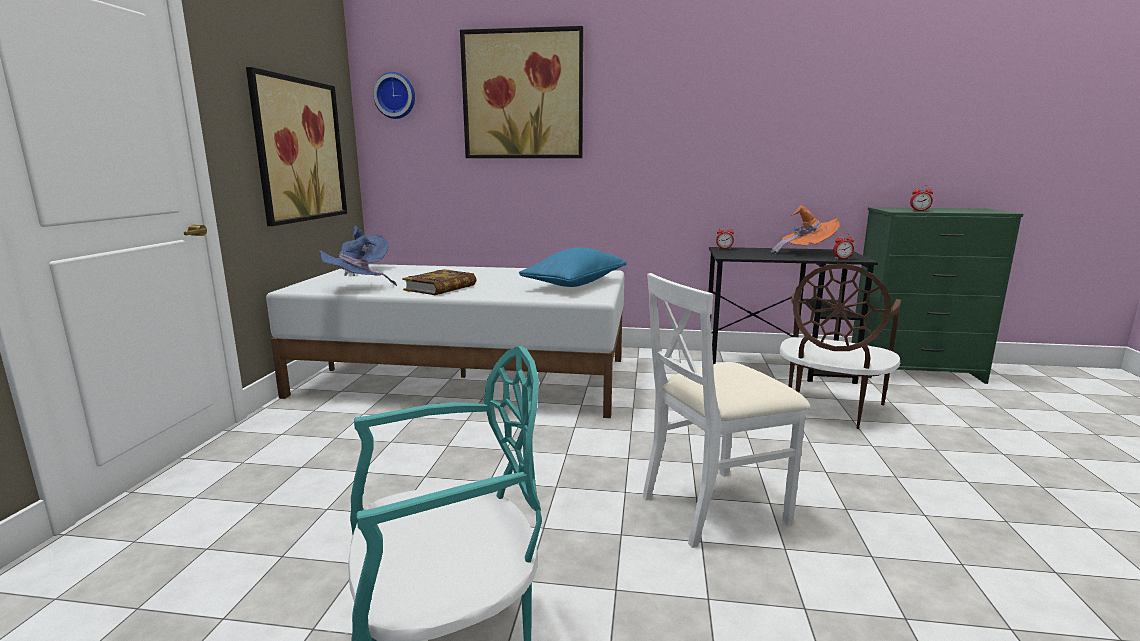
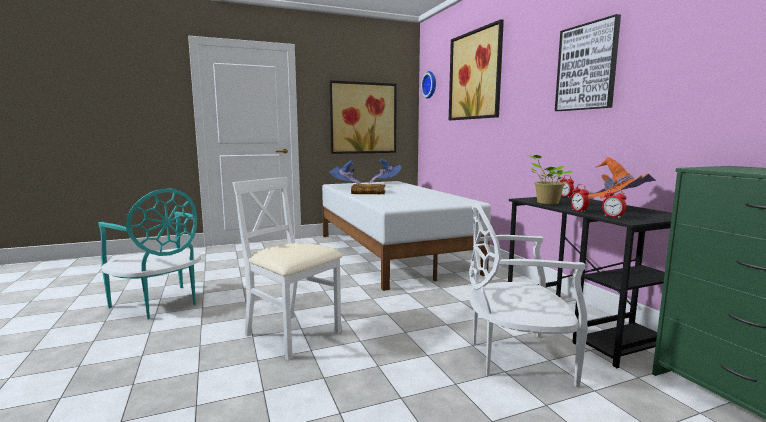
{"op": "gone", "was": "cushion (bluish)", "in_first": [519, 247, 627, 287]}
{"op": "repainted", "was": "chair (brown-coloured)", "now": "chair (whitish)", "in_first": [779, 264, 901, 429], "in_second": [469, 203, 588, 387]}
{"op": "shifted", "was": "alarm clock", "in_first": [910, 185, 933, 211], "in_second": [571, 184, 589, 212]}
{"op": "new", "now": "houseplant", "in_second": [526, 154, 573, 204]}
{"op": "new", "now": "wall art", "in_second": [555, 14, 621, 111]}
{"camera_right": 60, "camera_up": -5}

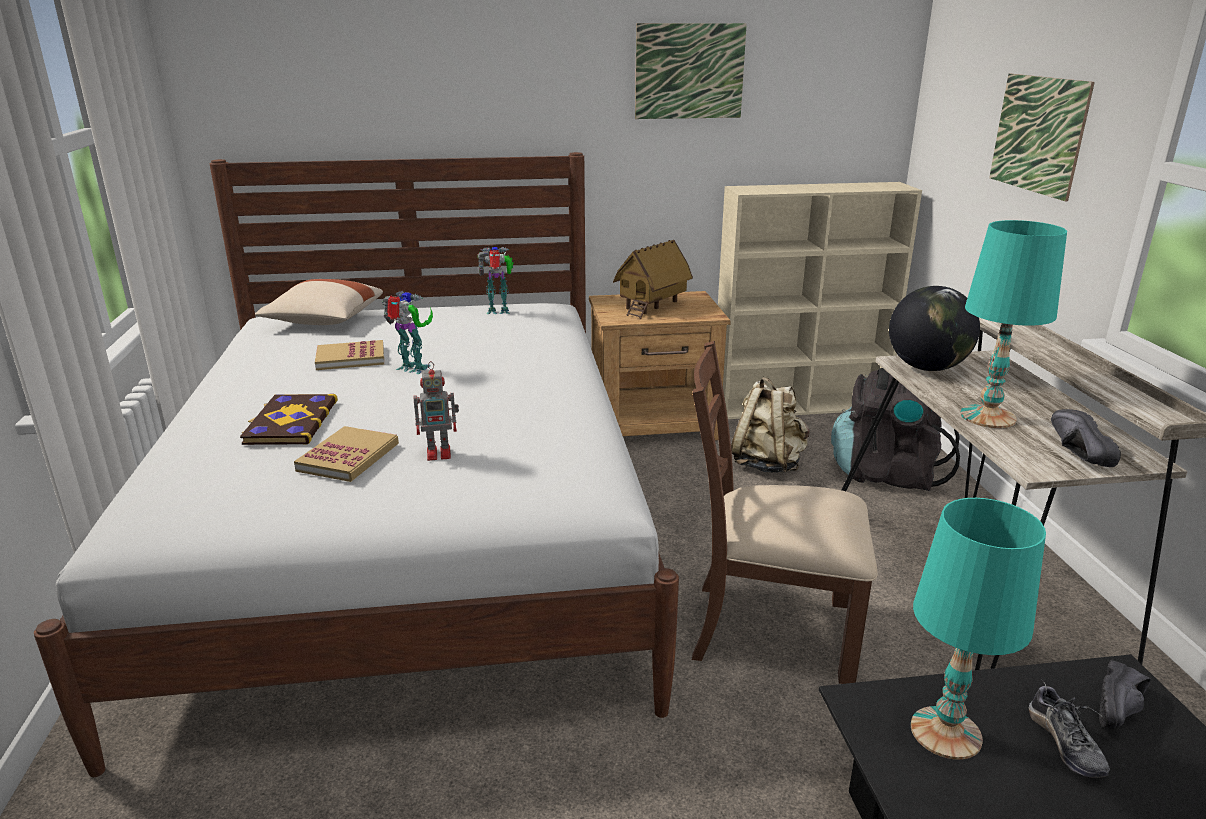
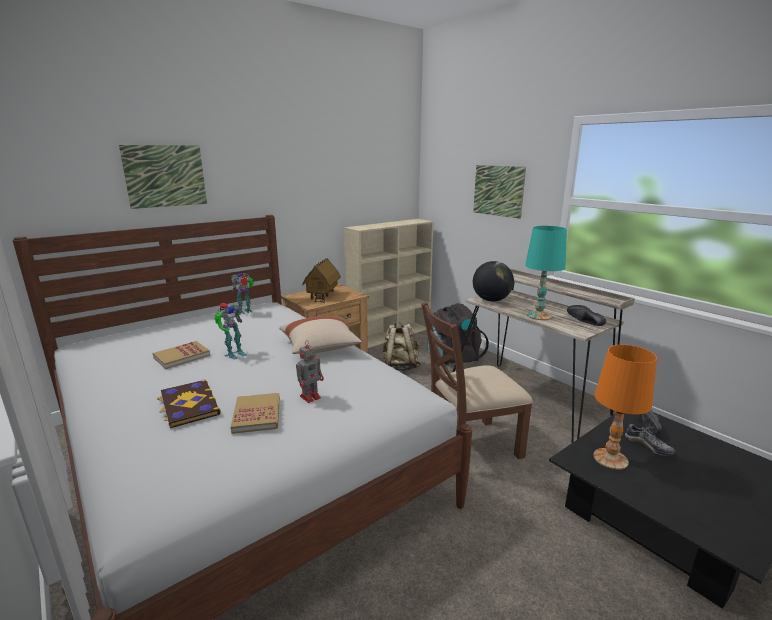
{"op": "shifted", "was": "cushion (beige-coloured)", "in_first": [255, 279, 383, 325], "in_second": [279, 316, 362, 354]}
{"op": "rotated", "was": "toy robot", "in_first": [382, 291, 433, 374], "in_second": [214, 303, 246, 359], "clockwise": 135}
{"op": "shifted", "was": "wall art", "in_first": [635, 23, 747, 119], "in_second": [119, 145, 207, 209]}
{"op": "repainted", "was": "table lamp (blue-green)", "now": "table lamp (orange)", "in_first": [911, 498, 1046, 760], "in_second": [593, 345, 657, 470]}
{"camera_right": -30, "camera_up": -5}

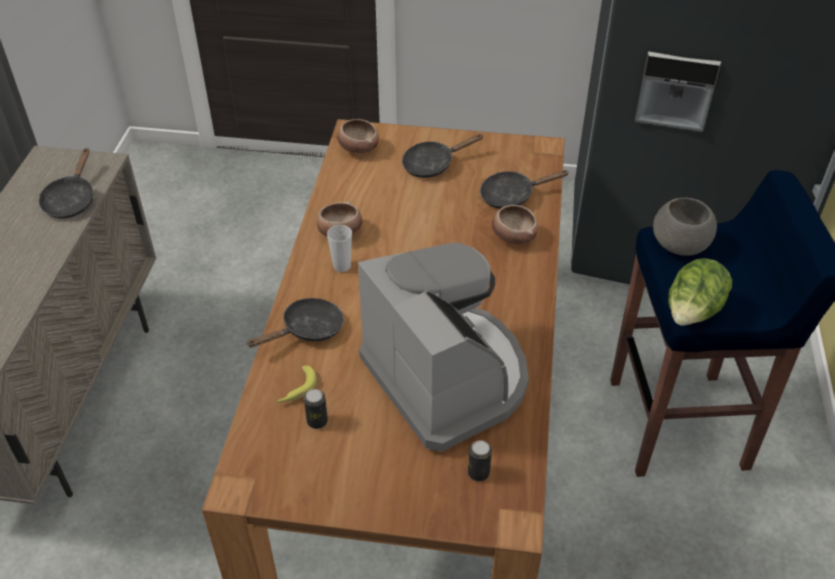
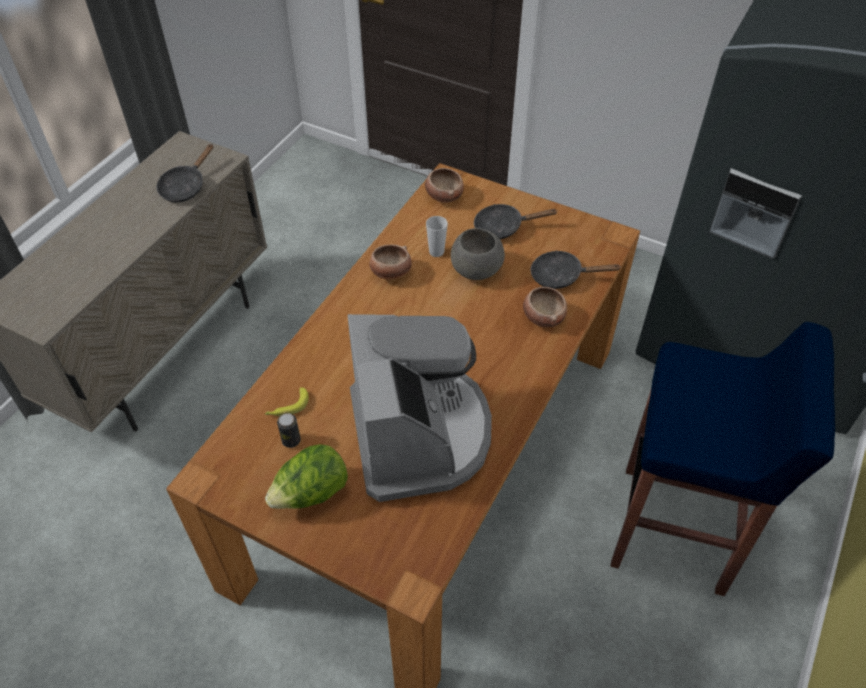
{"op": "gone", "was": "pan (black)", "in_first": [246, 298, 344, 348]}
{"op": "shifted", "was": "cup", "in_first": [327, 225, 352, 272], "in_second": [426, 216, 448, 257]}
{"op": "gone", "was": "can", "in_first": [468, 440, 492, 481]}
{"op": "shifted", "was": "deep dish (greyish)", "in_first": [653, 198, 717, 256], "in_second": [451, 228, 505, 280]}
{"op": "shifted", "was": "lettuce head", "in_first": [669, 258, 732, 325], "in_second": [265, 444, 348, 509]}
{"camera_right": 20, "camera_up": 5}

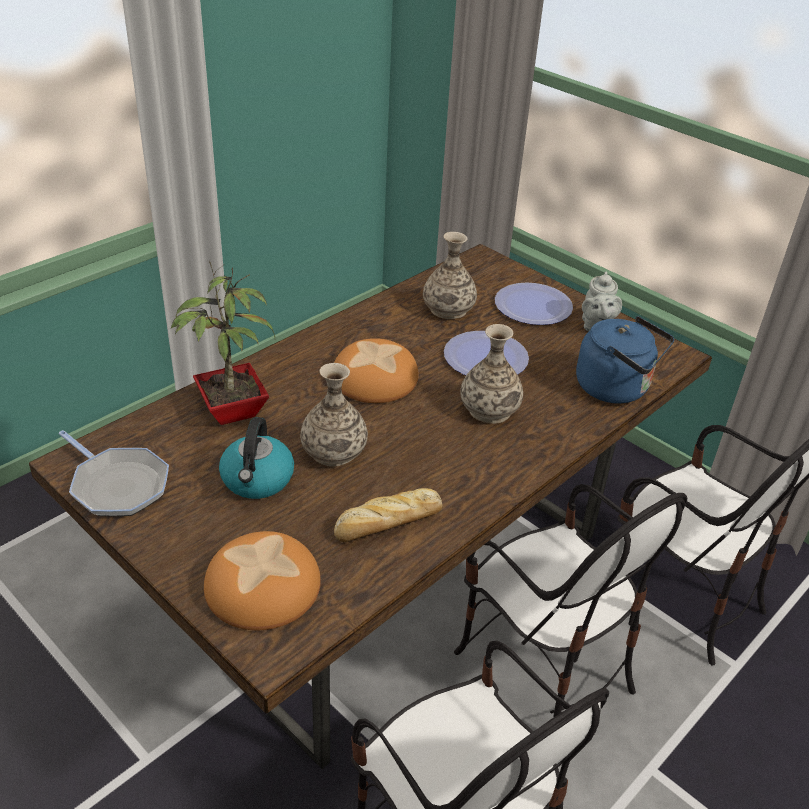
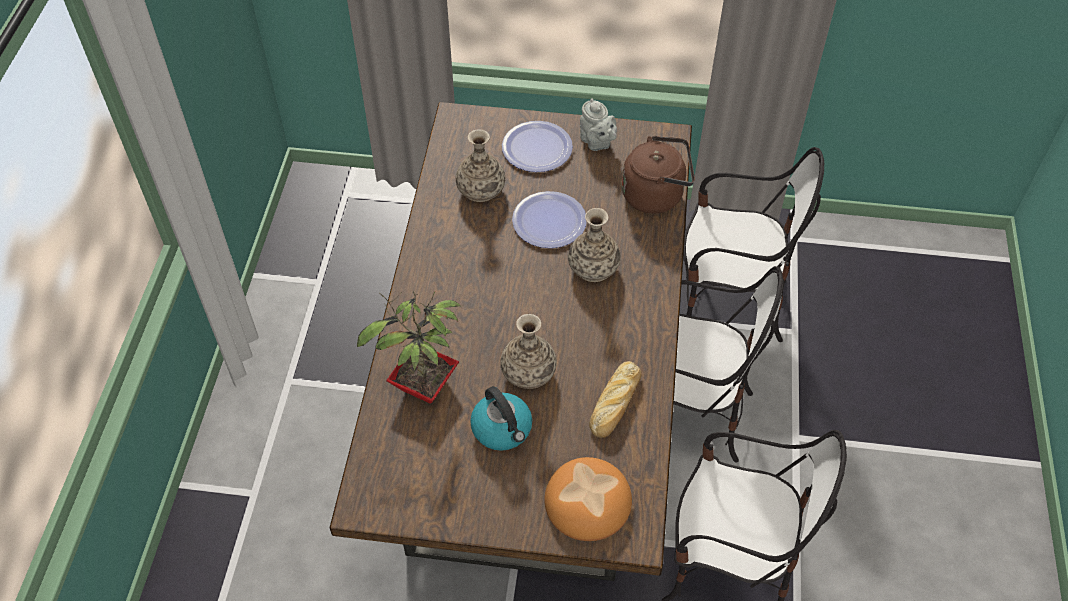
{"op": "gone", "was": "pan", "in_first": [59, 430, 169, 516]}
{"op": "gone", "was": "baked bread", "in_first": [334, 338, 419, 403]}
{"op": "repainted", "was": "tea kettle (bluish)", "now": "tea kettle (brown-coloured)", "in_first": [576, 316, 674, 403], "in_second": [622, 136, 695, 214]}
{"camera_right": -35, "camera_up": 15}

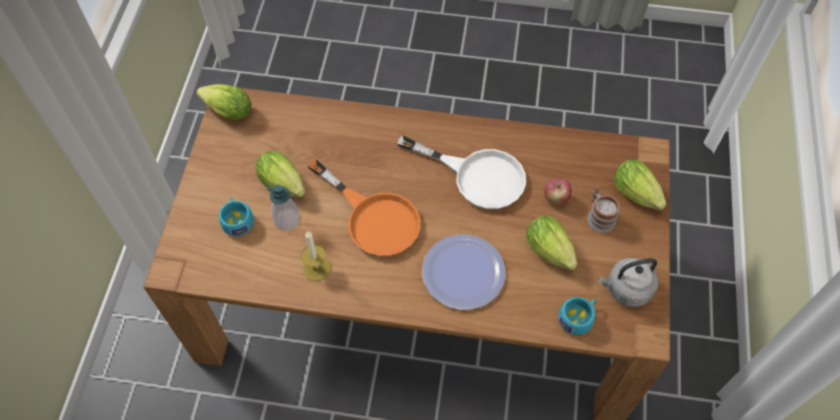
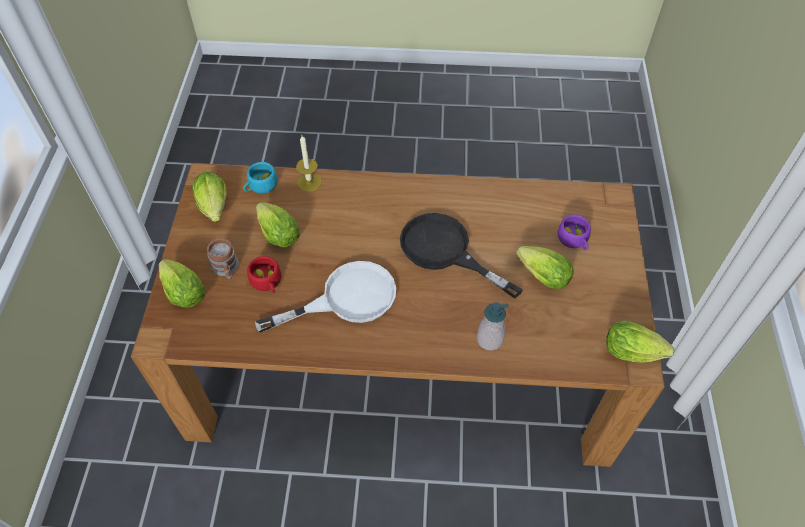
{"op": "repainted", "was": "cup (blue-green)", "now": "cup (purplish)", "in_first": [219, 197, 254, 236], "in_second": [557, 215, 591, 250]}
{"op": "shifted", "was": "soap dispenser", "in_first": [267, 185, 300, 231], "in_second": [477, 302, 509, 351]}
{"op": "shifted", "was": "wax candle", "in_first": [301, 232, 331, 281], "in_second": [296, 135, 322, 192]}
{"op": "repainted", "was": "pan (orange)", "now": "pan (black)", "in_first": [308, 159, 421, 256], "in_second": [400, 213, 523, 299]}
{"op": "rotated", "was": "pan (whitish)", "in_first": [397, 135, 526, 209], "in_second": [255, 261, 396, 332], "clockwise": 135}
{"op": "gone", "was": "flat dish", "in_first": [422, 235, 506, 310]}
{"op": "swapped", "was": "apple fruit", "now": "cup (reddish)", "in_first": [544, 178, 572, 205], "in_second": [247, 256, 281, 293]}
{"op": "swapped", "was": "tea kettle (greyish)", "now": "lettuce head", "in_first": [598, 258, 658, 307], "in_second": [192, 172, 227, 222]}
{"camera_right": 175, "camera_up": -5}

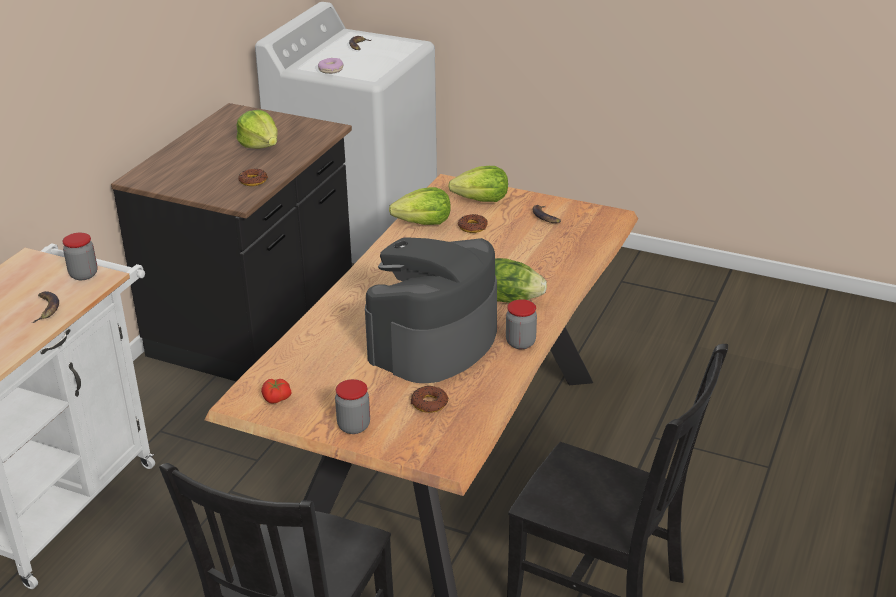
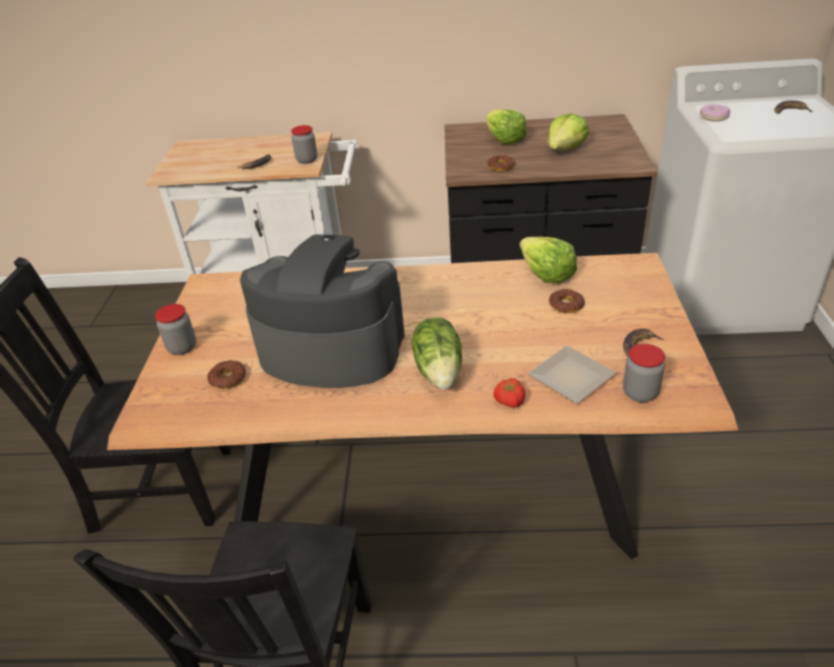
{"op": "shifted", "was": "fresh tomato", "in_first": [261, 379, 292, 404], "in_second": [494, 378, 525, 407]}
{"op": "shifted", "was": "lettuce head", "in_first": [448, 166, 508, 202], "in_second": [486, 109, 527, 144]}
{"op": "shifted", "was": "jar", "in_first": [506, 299, 537, 349], "in_second": [623, 344, 665, 402]}
{"op": "new", "now": "flat dish", "in_second": [528, 346, 616, 404]}
{"camera_right": 70, "camera_up": 5}

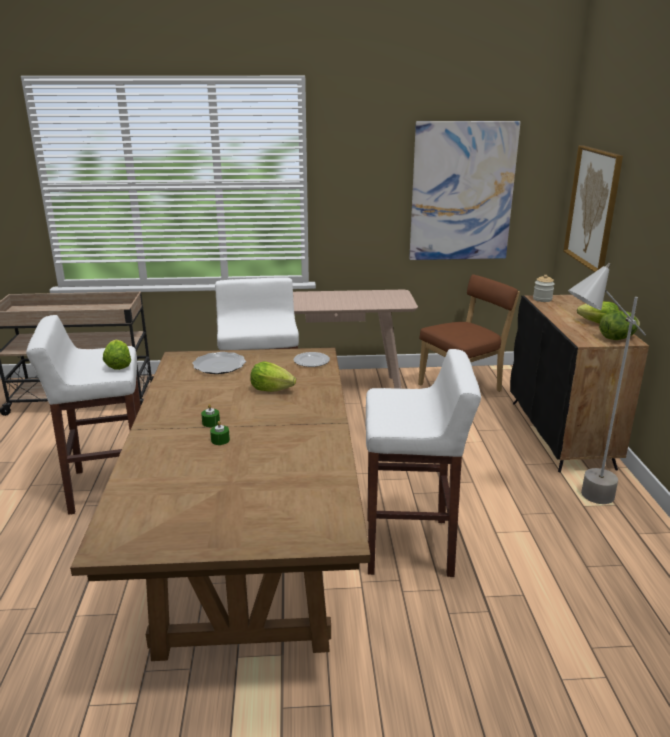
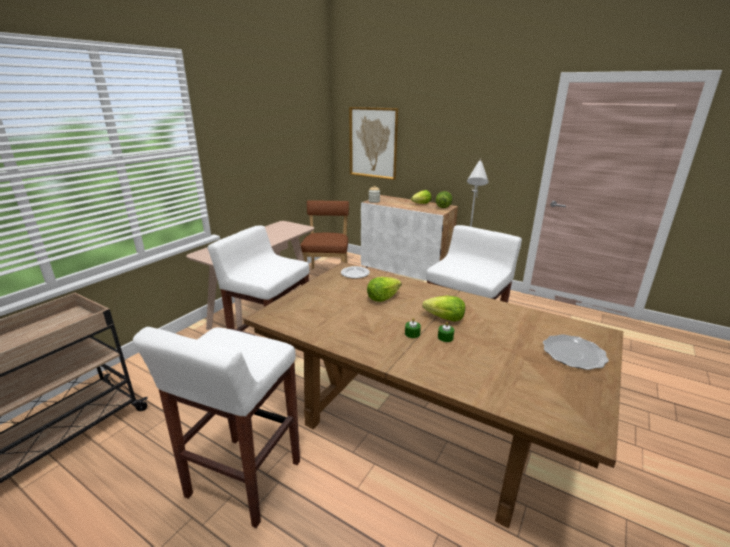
{"op": "shifted", "was": "lettuce head", "in_first": [103, 339, 131, 370], "in_second": [422, 296, 465, 322]}
{"op": "shifted", "was": "flat dish", "in_first": [192, 352, 246, 374], "in_second": [543, 334, 609, 370]}
{"op": "gone", "was": "wall art", "in_first": [409, 121, 521, 260]}
{"op": "repainted", "was": "storage cabinet (black)", "now": "storage cabinet (whitish)", "in_first": [510, 295, 649, 472], "in_second": [361, 195, 458, 281]}
{"camera_right": -55, "camera_up": 0}

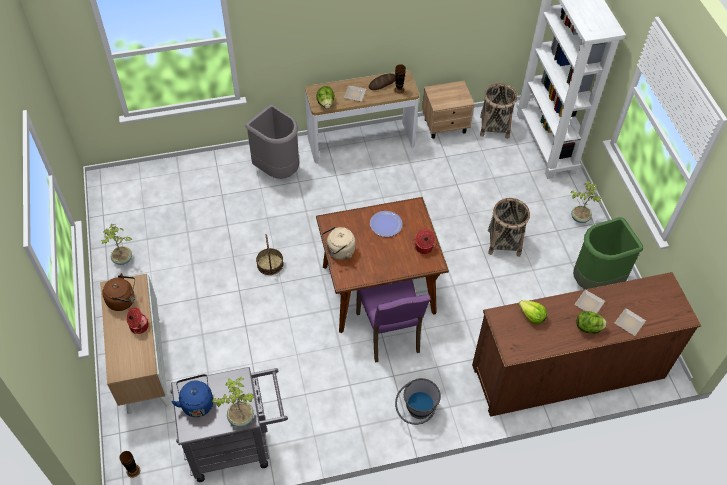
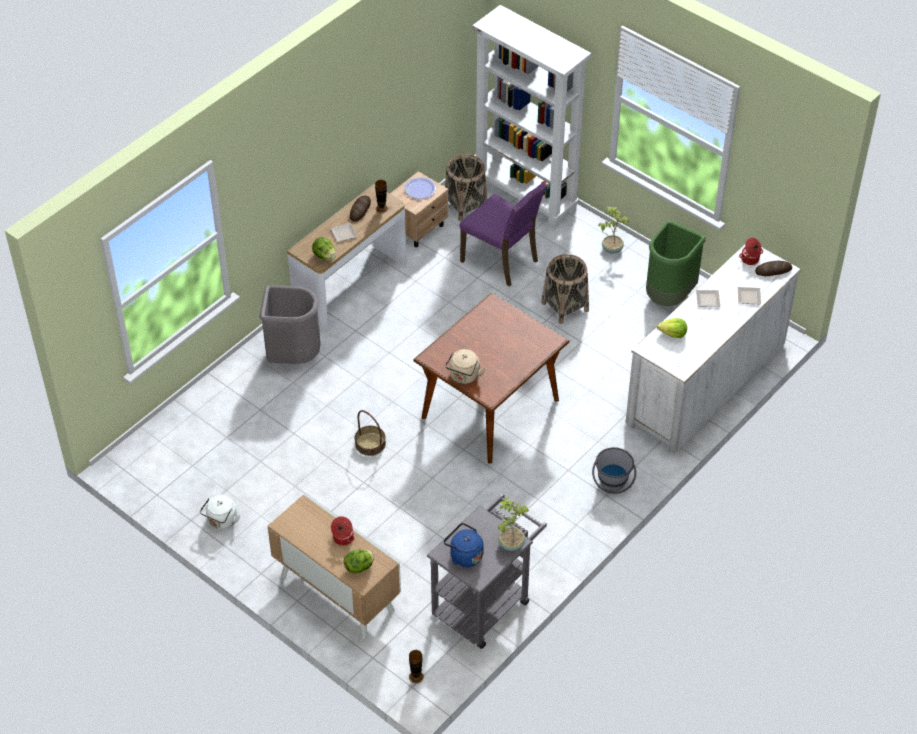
{"op": "swapped", "was": "houseplant", "now": "tea kettle (whitish)", "in_first": [101, 224, 132, 265], "in_second": [200, 495, 240, 529]}
{"op": "gone", "was": "tea kettle (brown-coloured)", "in_first": [102, 273, 135, 311]}
{"op": "shifted", "was": "chair (purplish)", "in_first": [356, 280, 431, 363], "in_second": [460, 183, 547, 287]}
{"op": "shifted", "was": "flat dish", "in_first": [370, 211, 403, 237], "in_second": [404, 177, 436, 199]}
{"op": "shifted", "was": "stockpot", "in_first": [412, 229, 437, 254], "in_second": [739, 238, 763, 265]}
{"op": "repainted", "was": "dresser (brown-coloured)", "now": "dresser (whitish)", "in_first": [472, 272, 701, 417], "in_second": [625, 245, 801, 454]}
{"op": "shifted", "was": "lettuce head", "in_first": [577, 311, 607, 334], "in_second": [344, 549, 374, 574]}
{"op": "new", "now": "baked bread", "in_second": [755, 261, 792, 276]}
{"camera_right": -35, "camera_up": -5}

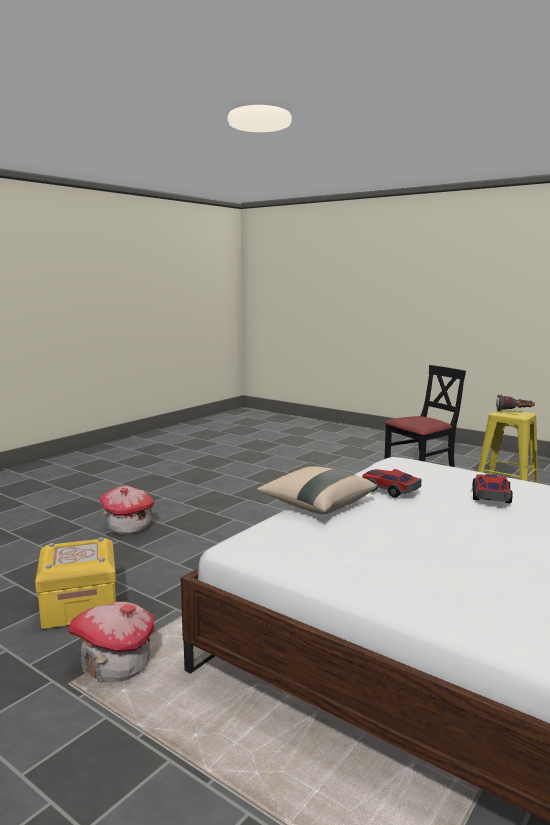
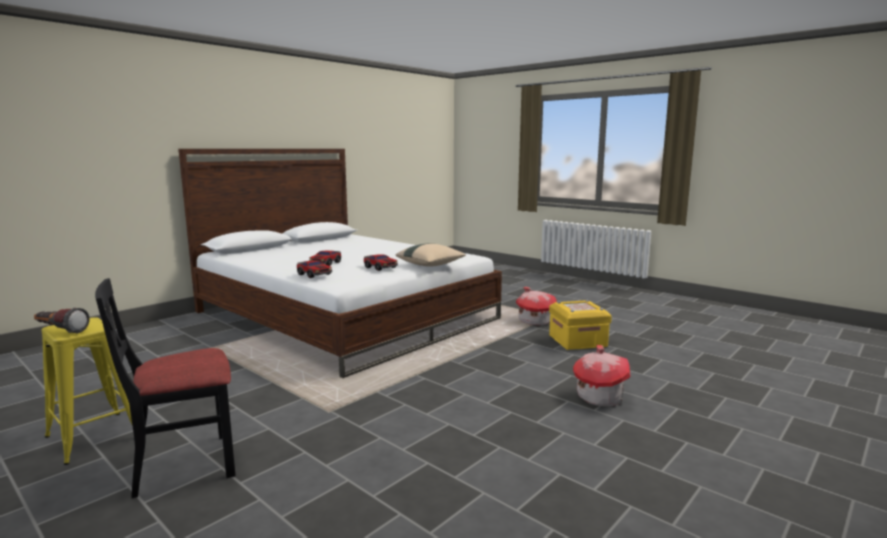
{"op": "new", "now": "toy car", "in_second": [297, 260, 332, 278]}
{"camera_right": -175, "camera_up": 0}

